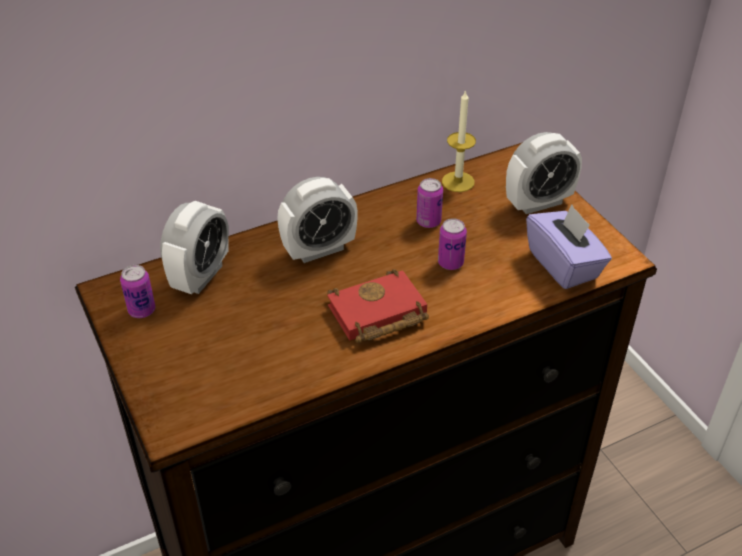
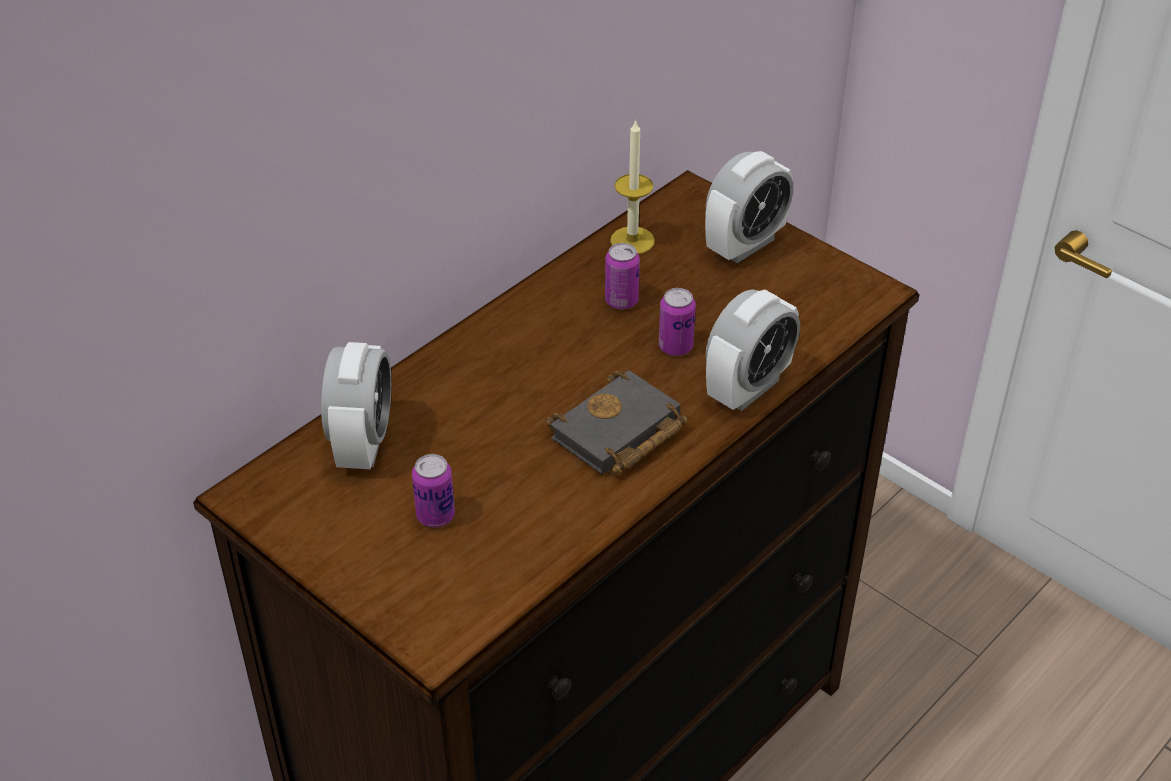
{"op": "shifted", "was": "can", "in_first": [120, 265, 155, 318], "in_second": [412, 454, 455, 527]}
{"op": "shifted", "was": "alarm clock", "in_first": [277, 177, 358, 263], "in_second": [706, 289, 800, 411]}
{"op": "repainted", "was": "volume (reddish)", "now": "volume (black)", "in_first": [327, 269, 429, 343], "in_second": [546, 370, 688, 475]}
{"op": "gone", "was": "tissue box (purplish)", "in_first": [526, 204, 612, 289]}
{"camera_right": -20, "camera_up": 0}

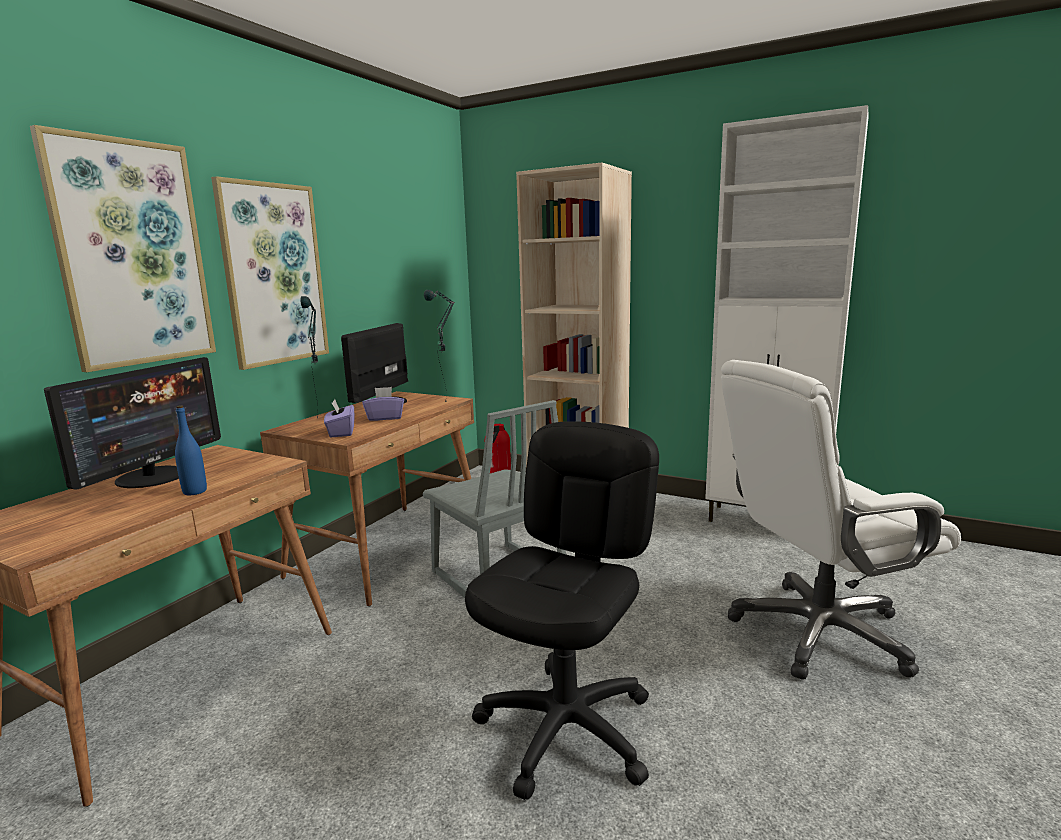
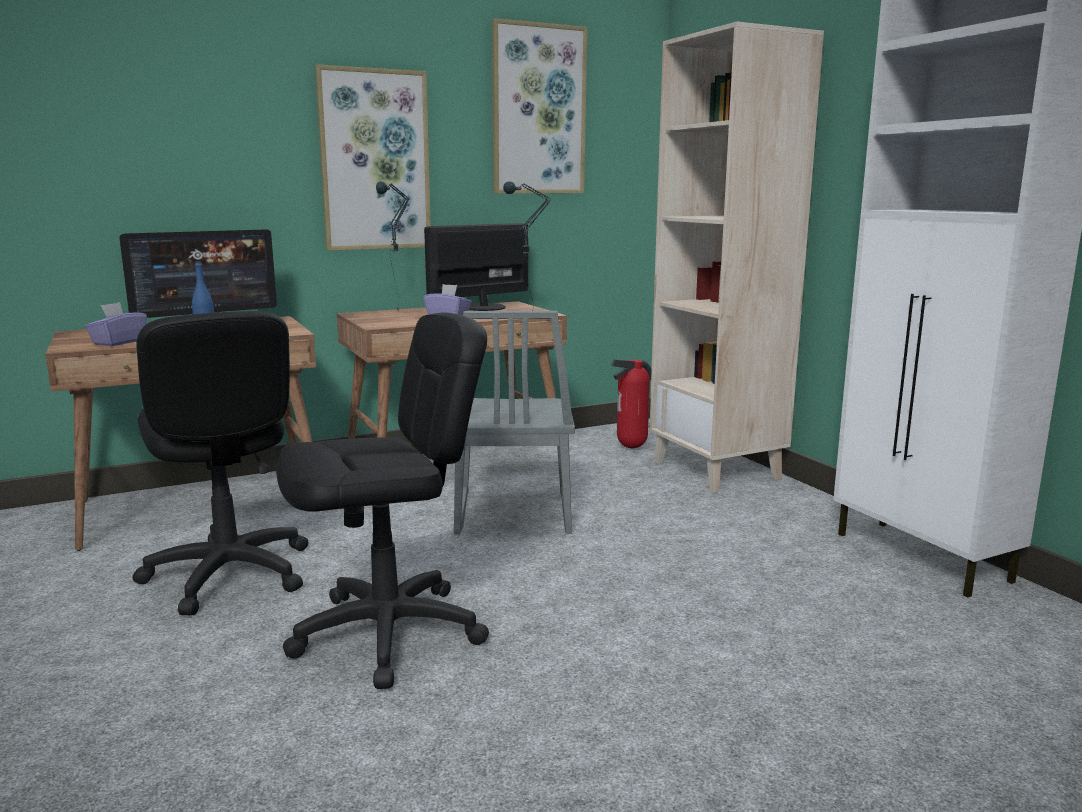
{"op": "shifted", "was": "wall art", "in_first": [30, 125, 216, 372], "in_second": [492, 18, 587, 193]}
{"op": "shifted", "was": "tissue box (purplish)", "in_first": [324, 399, 355, 437], "in_second": [85, 302, 147, 346]}
{"op": "gone", "was": "office chair (whitish)", "in_first": [721, 360, 961, 680]}
{"op": "new", "now": "office chair (black)", "in_second": [133, 311, 309, 615]}
{"camera_right": 35, "camera_up": 0}

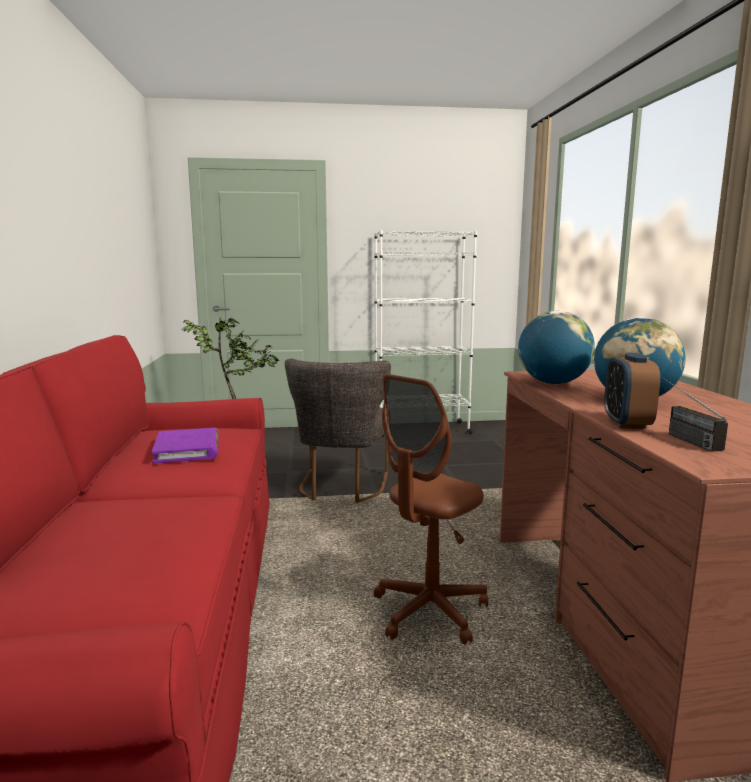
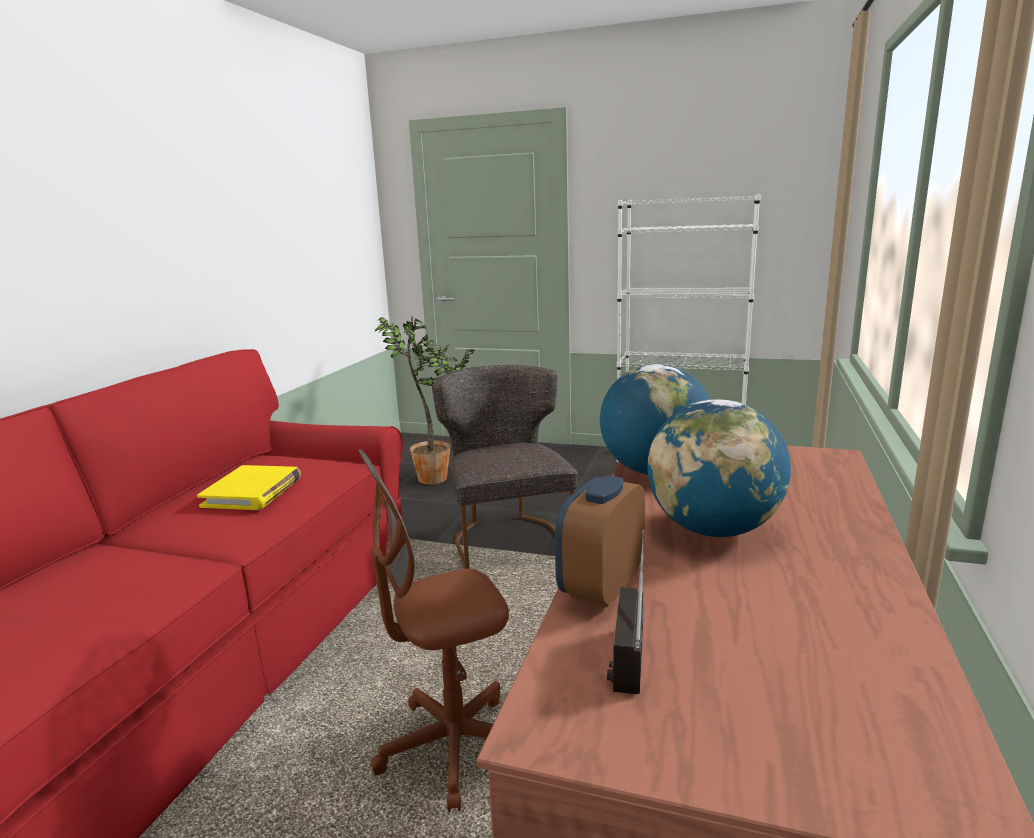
{"op": "repainted", "was": "volume (purplish)", "now": "volume (yellowish)", "in_first": [152, 428, 219, 464], "in_second": [197, 465, 301, 510]}
{"op": "rotated", "was": "chair (greyish)", "in_first": [285, 359, 391, 503], "in_second": [432, 365, 578, 569], "clockwise": 135}
{"camera_right": 25, "camera_up": 5}

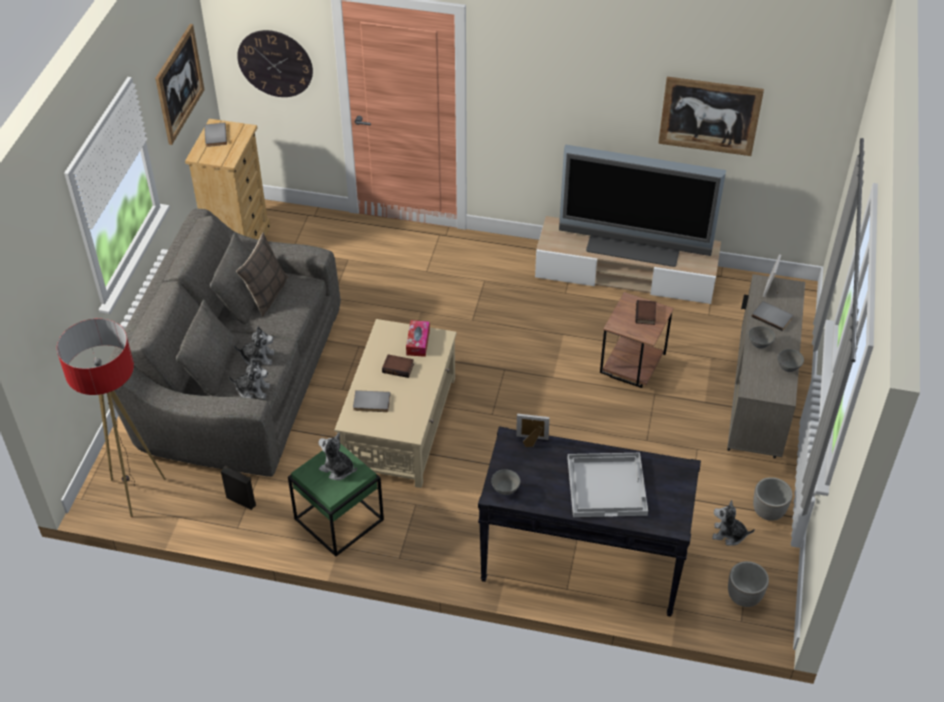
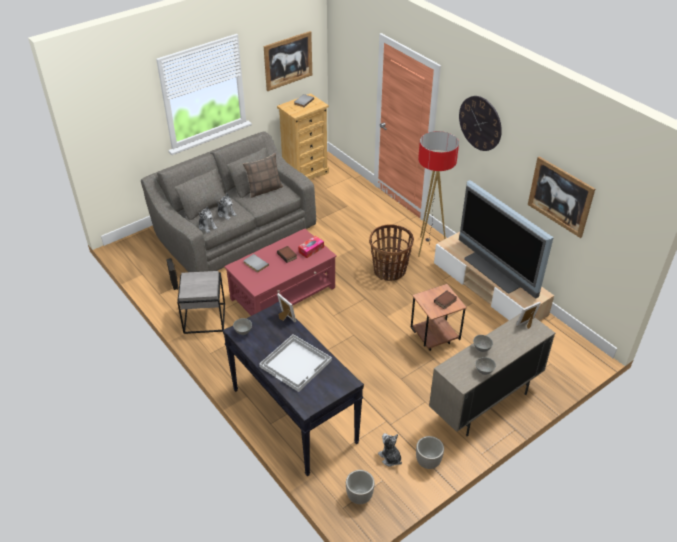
{"op": "shifted", "was": "floor lamp", "in_first": [57, 319, 166, 517], "in_second": [418, 131, 459, 257]}
{"op": "shifted", "was": "hanging clock", "in_first": [237, 30, 313, 97], "in_second": [459, 96, 502, 151]}
{"op": "repainted", "was": "accent table (greenish)", "now": "accent table (greyish)", "in_first": [288, 443, 384, 557], "in_second": [177, 271, 225, 334]}
{"op": "gone", "was": "plush toy", "in_first": [318, 433, 357, 480]}
{"op": "repainted", "was": "coffee table (beige-coloured)", "now": "coffee table (reddish)", "in_first": [334, 319, 457, 488], "in_second": [225, 229, 337, 316]}
{"op": "gone", "was": "volume (greyish)", "in_first": [751, 301, 793, 331]}
{"op": "new", "now": "basket", "in_second": [369, 224, 414, 281]}
{"camera_right": 40, "camera_up": -5}

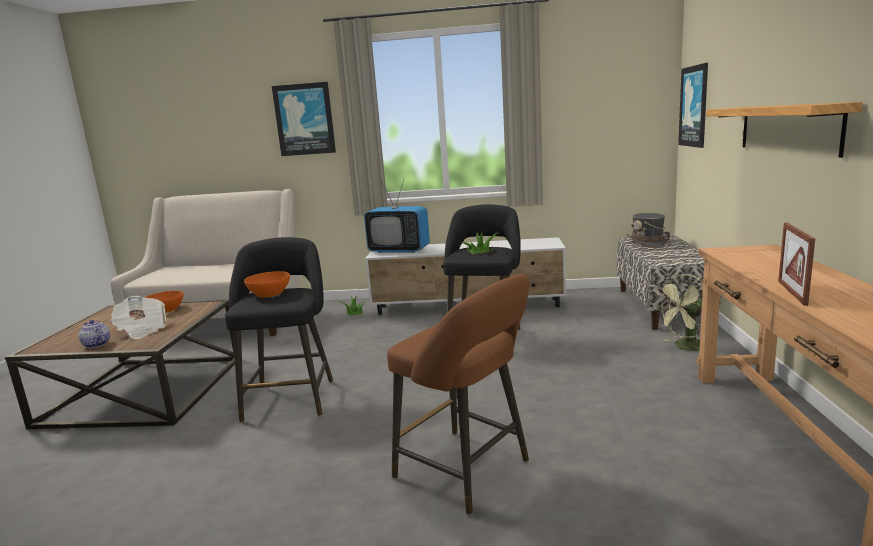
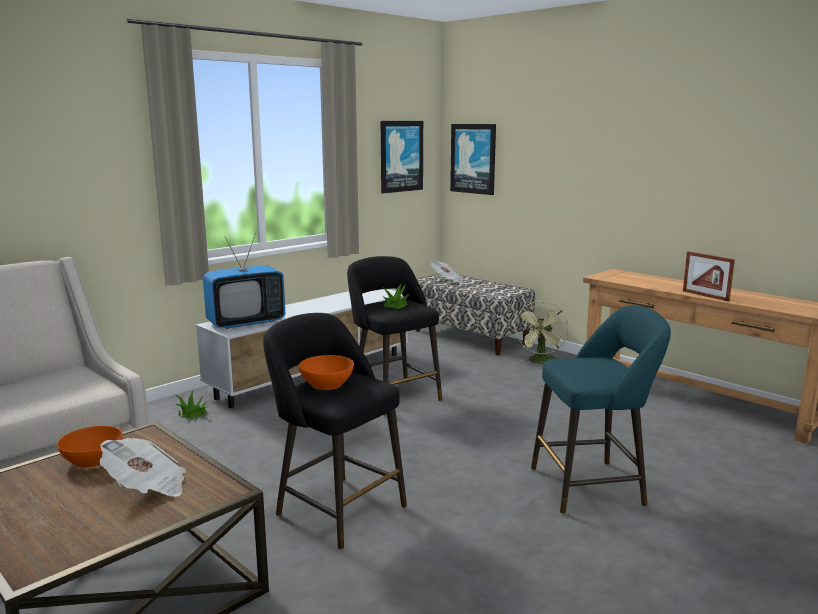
{"op": "gone", "was": "teapot", "in_first": [79, 320, 110, 348]}
{"op": "shifted", "was": "wall art", "in_first": [272, 82, 336, 156], "in_second": [381, 121, 423, 193]}
{"op": "repainted", "was": "sitting stool (brown-coloured)", "now": "sitting stool (blue-green)", "in_first": [387, 273, 529, 515], "in_second": [531, 305, 671, 514]}
{"op": "swapped", "was": "wearable hat (greyish)", "now": "daily paper", "in_first": [626, 213, 670, 248], "in_second": [430, 259, 463, 284]}
{"op": "gone", "was": "shelf", "in_first": [706, 102, 862, 158]}
{"camera_right": -50, "camera_up": 0}

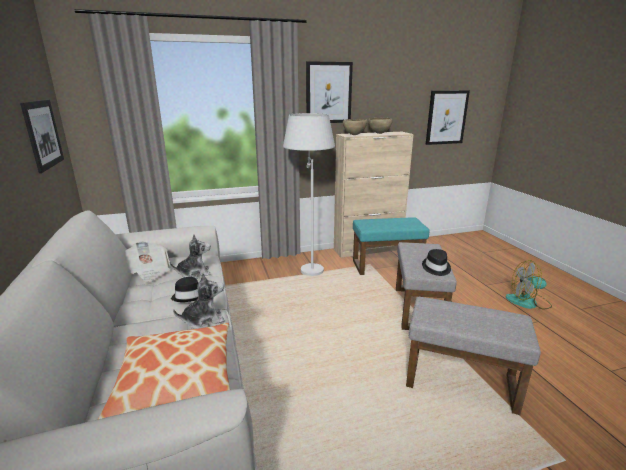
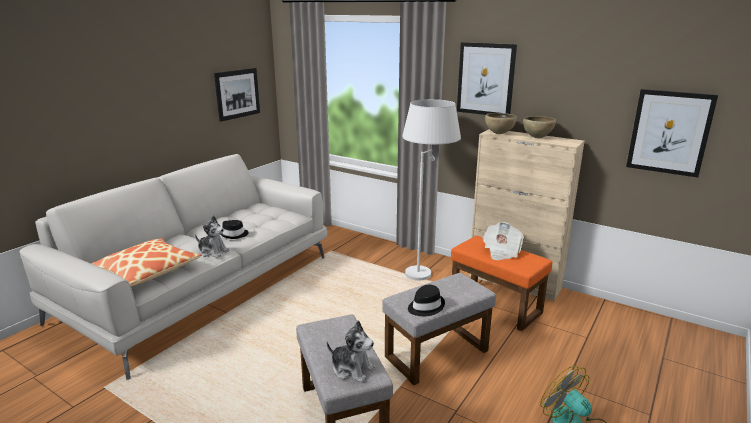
{"op": "shifted", "was": "daily paper", "in_first": [125, 241, 170, 282], "in_second": [483, 222, 524, 260]}
{"op": "shifted", "was": "plush toy", "in_first": [170, 234, 211, 279], "in_second": [327, 321, 376, 383]}
{"op": "repainted", "was": "ottoman (blue-green)", "now": "ottoman (orange)", "in_first": [353, 218, 430, 275], "in_second": [451, 236, 552, 331]}
{"camera_right": 50, "camera_up": 0}

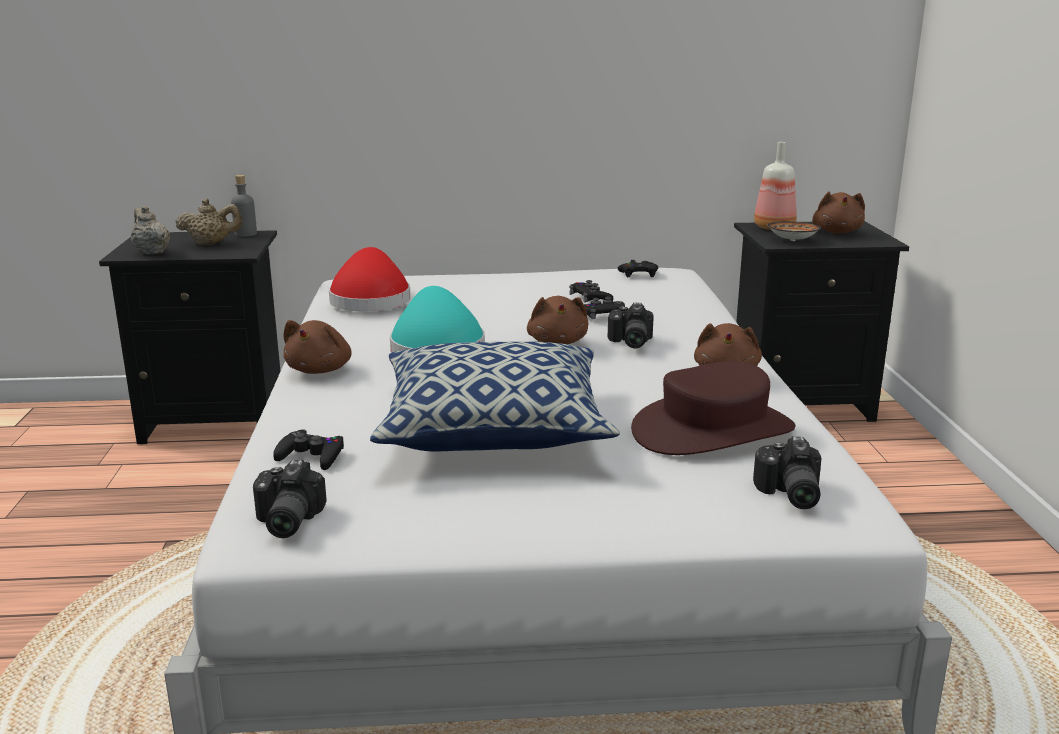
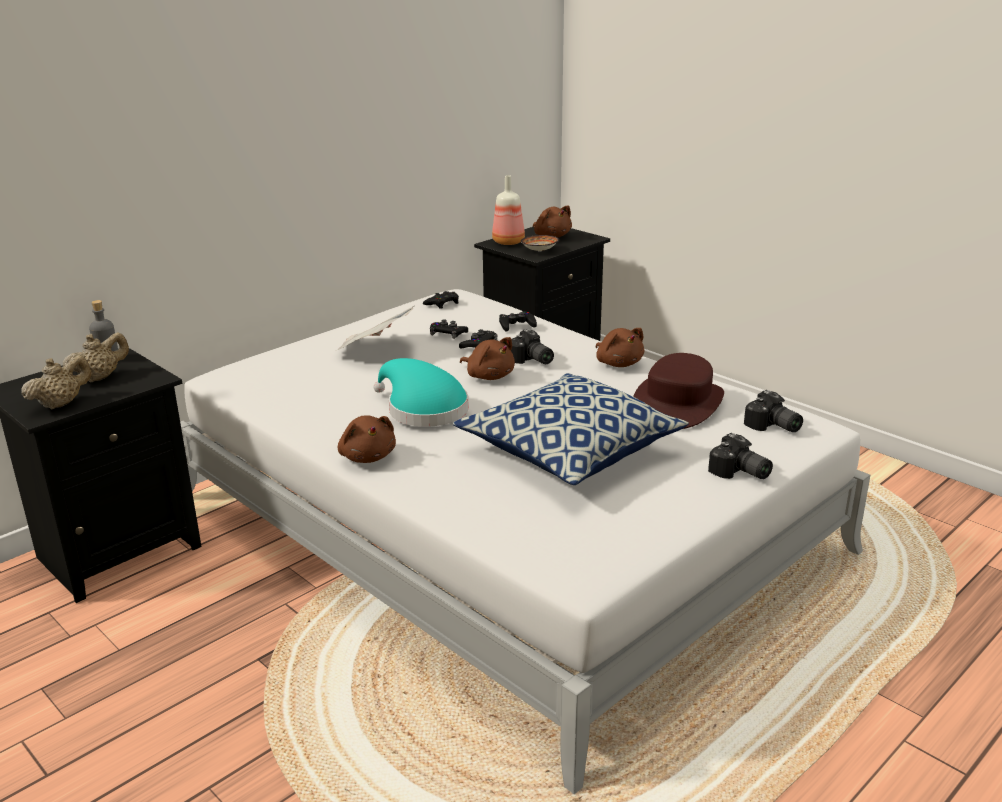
{"op": "rotated", "was": "teapot (beige-coloured)", "in_first": [131, 206, 170, 255], "in_second": [21, 356, 91, 409], "clockwise": 120}
{"op": "shifted", "was": "photo camera", "in_first": [253, 460, 327, 538], "in_second": [708, 433, 773, 479]}
{"op": "shifted", "was": "game controller (black)", "in_first": [273, 429, 344, 470], "in_second": [499, 311, 537, 331]}
{"op": "gone", "was": "wearable hat (reddish)", "in_first": [329, 247, 411, 312]}
{"op": "new", "now": "daily paper", "in_second": [336, 306, 414, 351]}
{"camera_right": -40, "camera_up": 5}

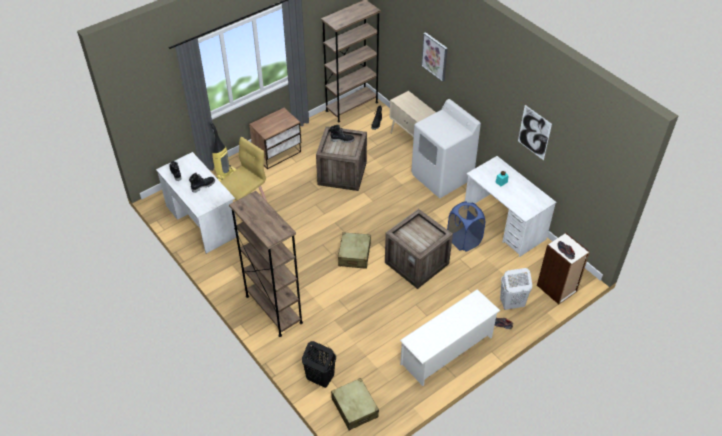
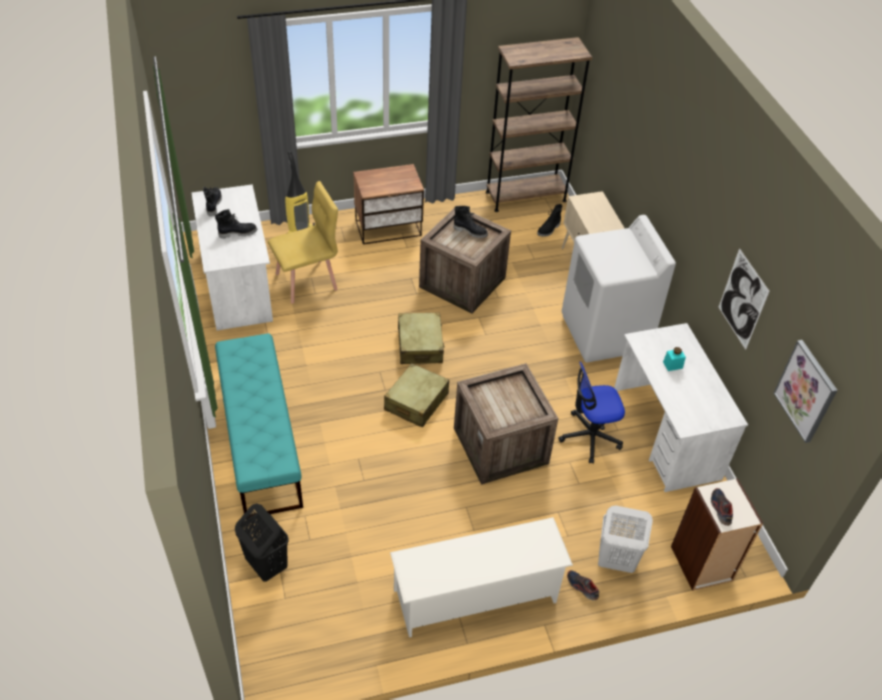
{"op": "swapped", "was": "shelving unit (brown-coloured)", "now": "indoor bench (blue-green)", "in_first": [229, 191, 303, 337], "in_second": [215, 333, 303, 519]}
{"op": "shifted", "was": "suitcase (beige-coloured)", "in_first": [331, 378, 379, 431], "in_second": [398, 312, 445, 364]}
{"op": "shifted", "was": "wall art", "in_first": [421, 32, 448, 82], "in_second": [774, 340, 837, 443]}
{"op": "swapped", "was": "washing basket (bluish)", "now": "office chair", "in_first": [447, 201, 485, 252], "in_second": [558, 361, 625, 464]}
{"camera_right": 20, "camera_up": 0}

